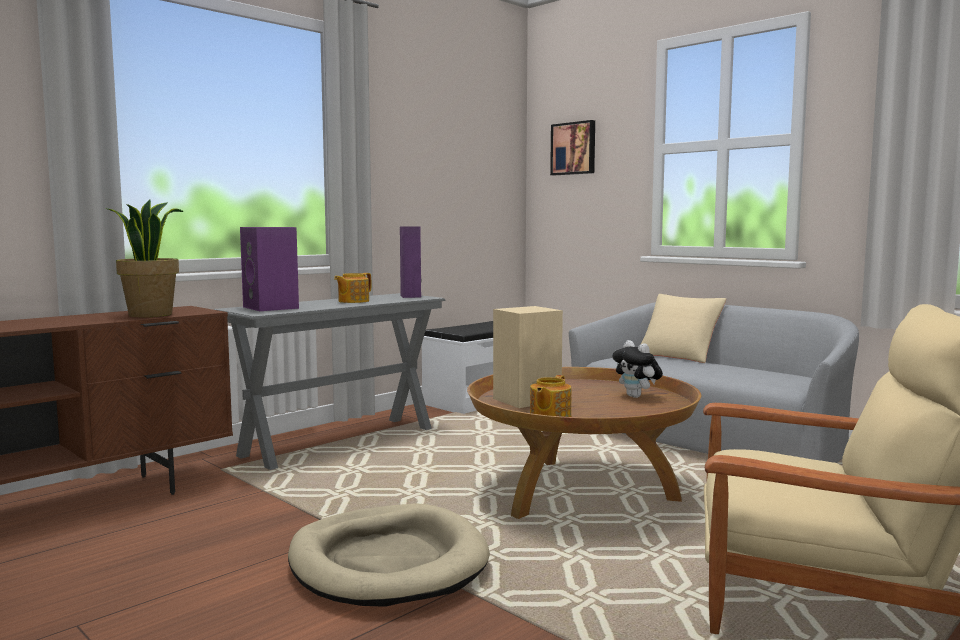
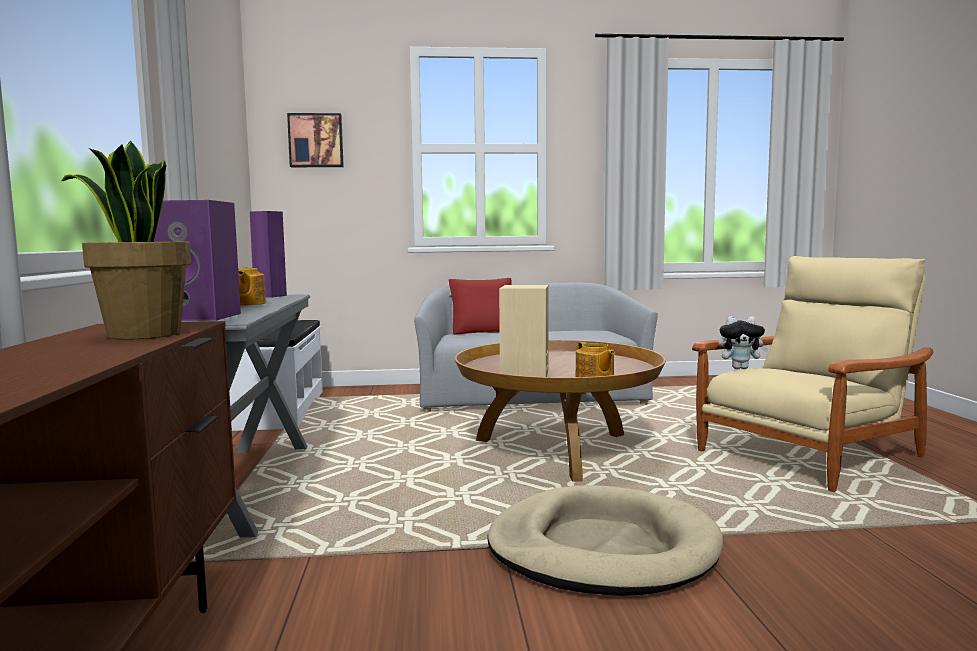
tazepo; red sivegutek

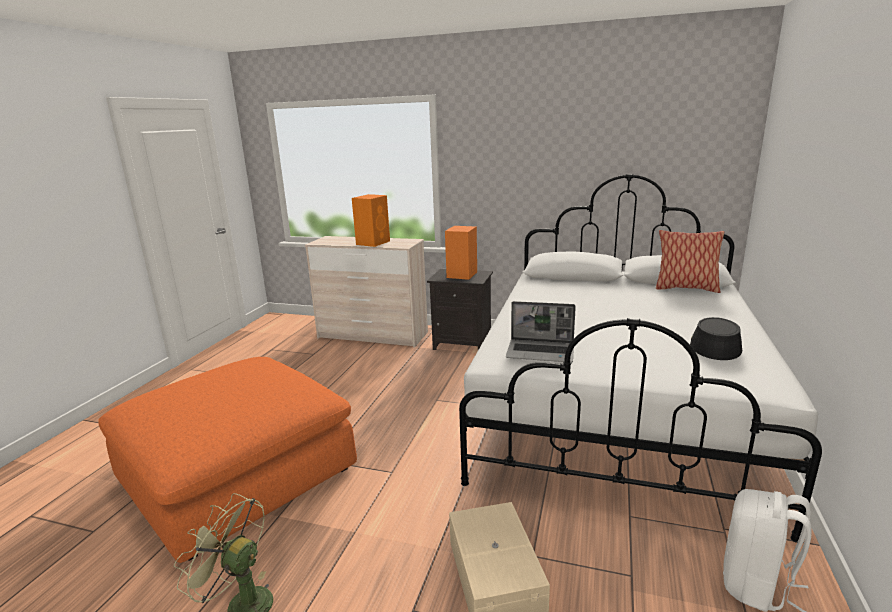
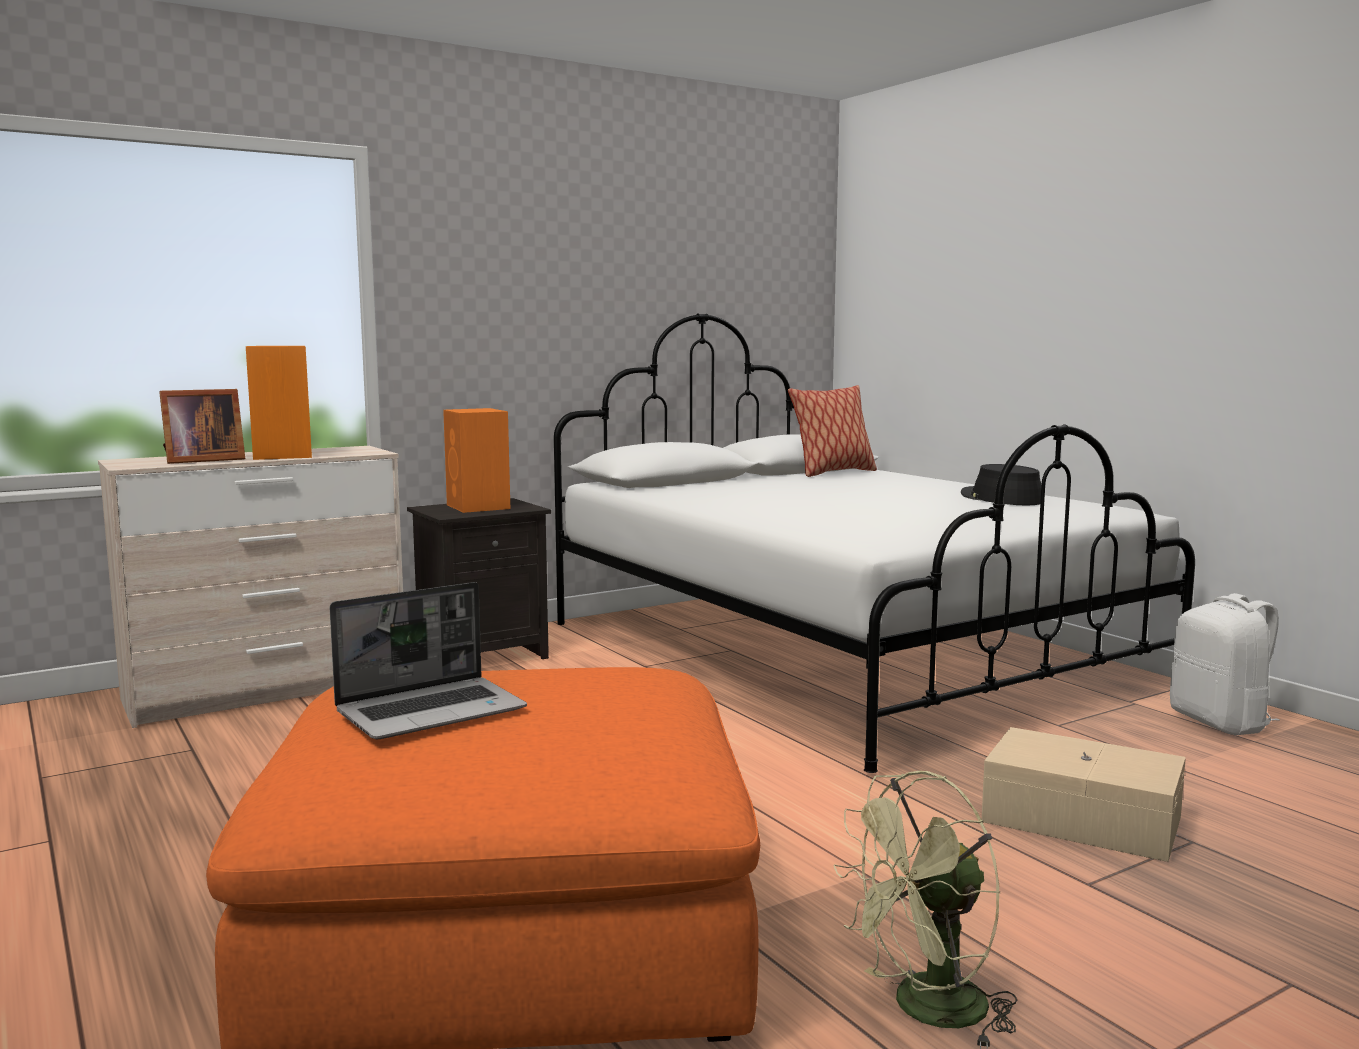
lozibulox; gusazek

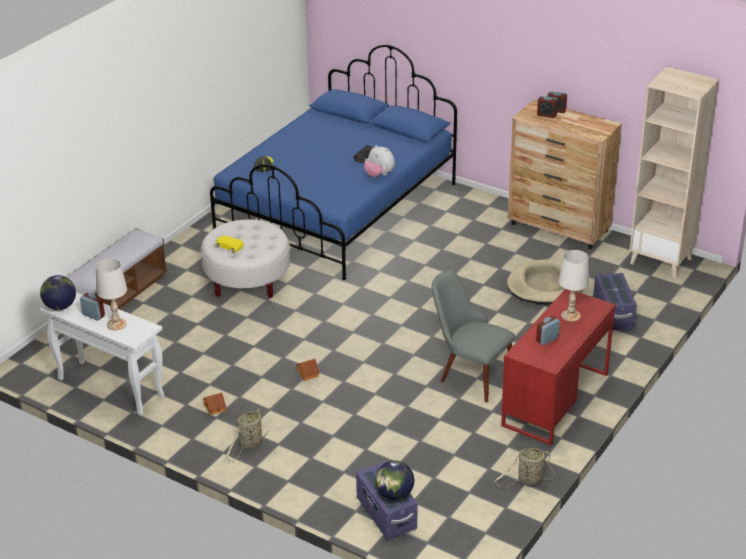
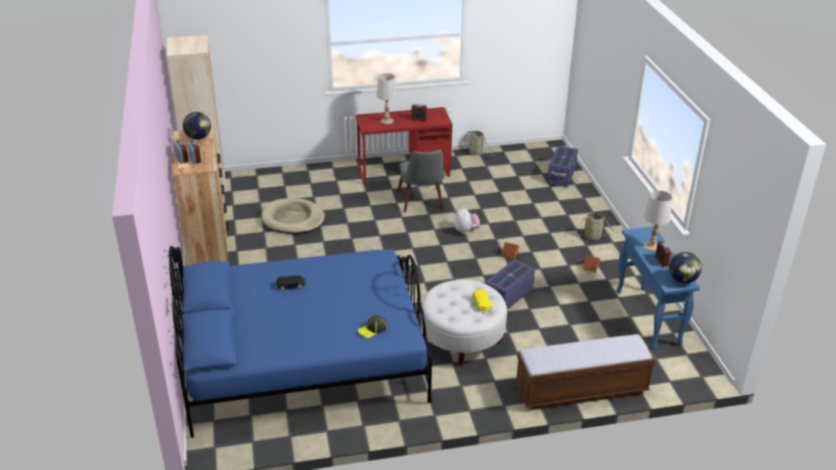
tazepo; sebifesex (1st from left); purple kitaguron (1st from left); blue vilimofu

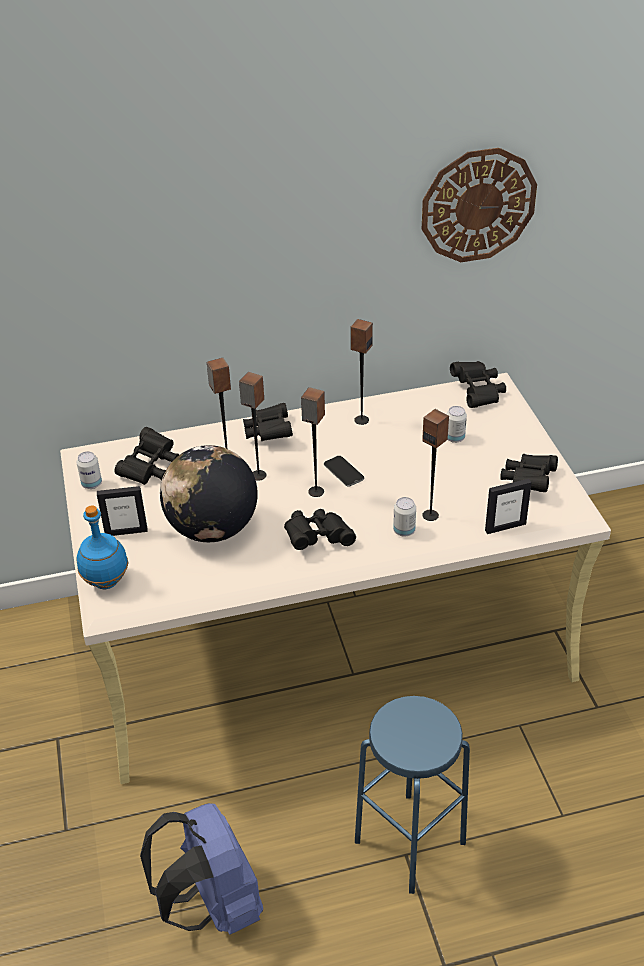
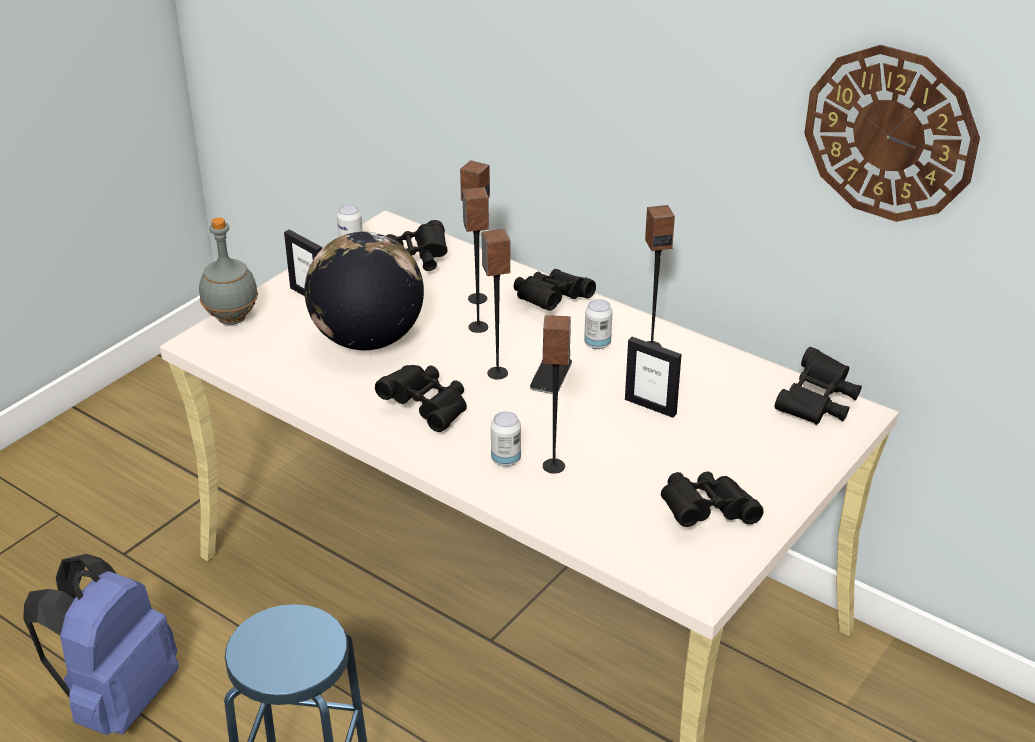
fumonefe (3rd from left); lozibulox (2nd from left); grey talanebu

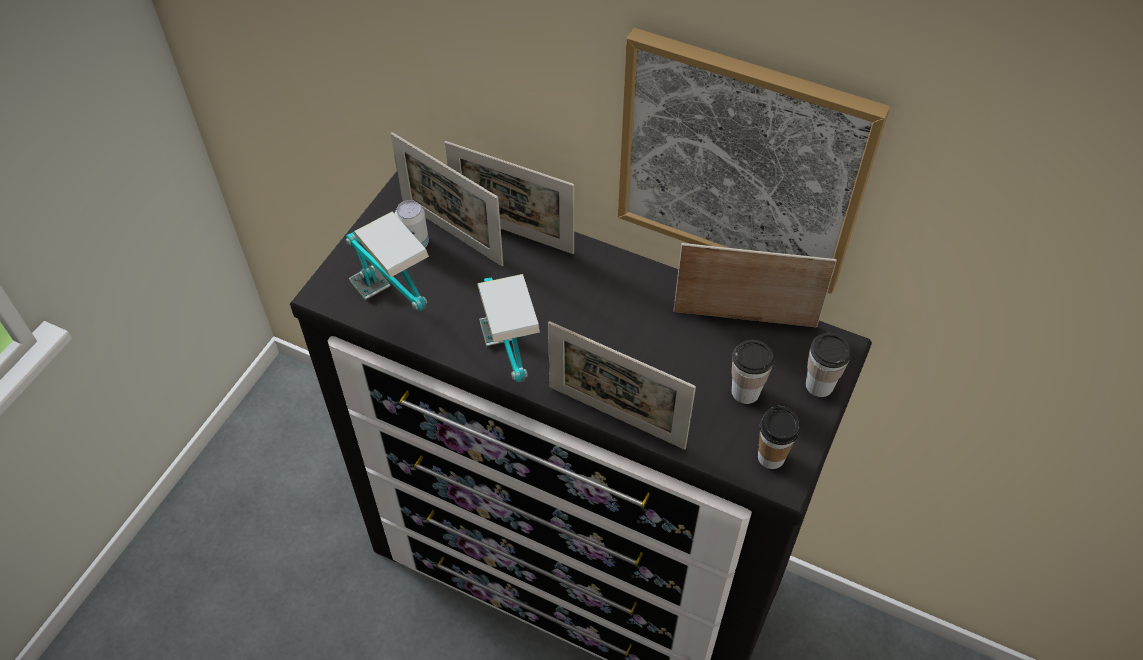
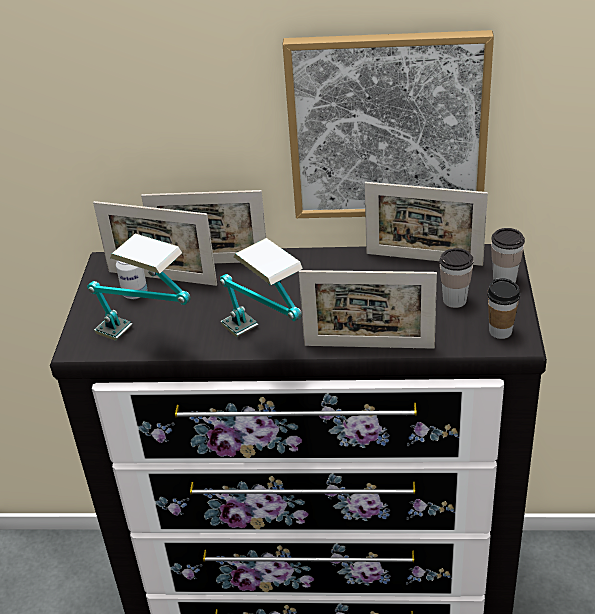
lozibulox (4th from left)

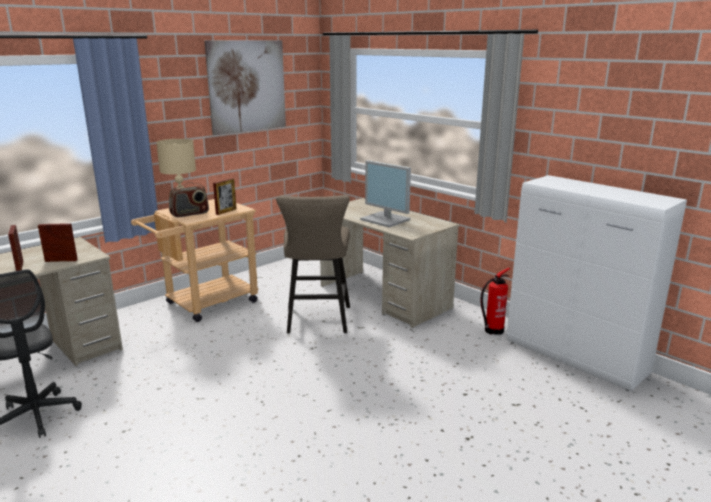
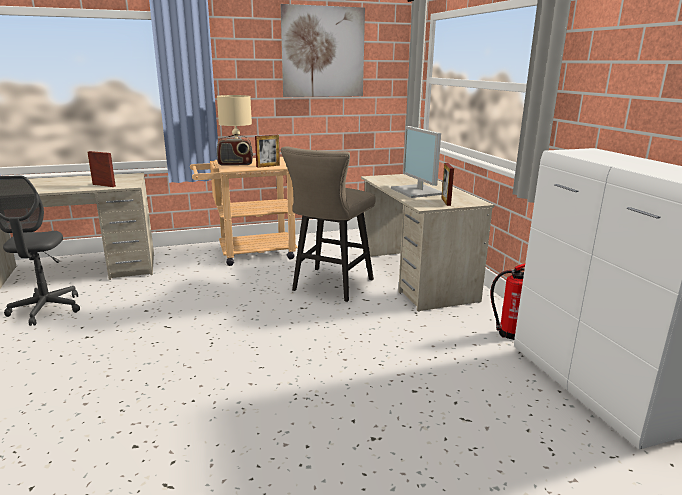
lozibulox (3rd from left)

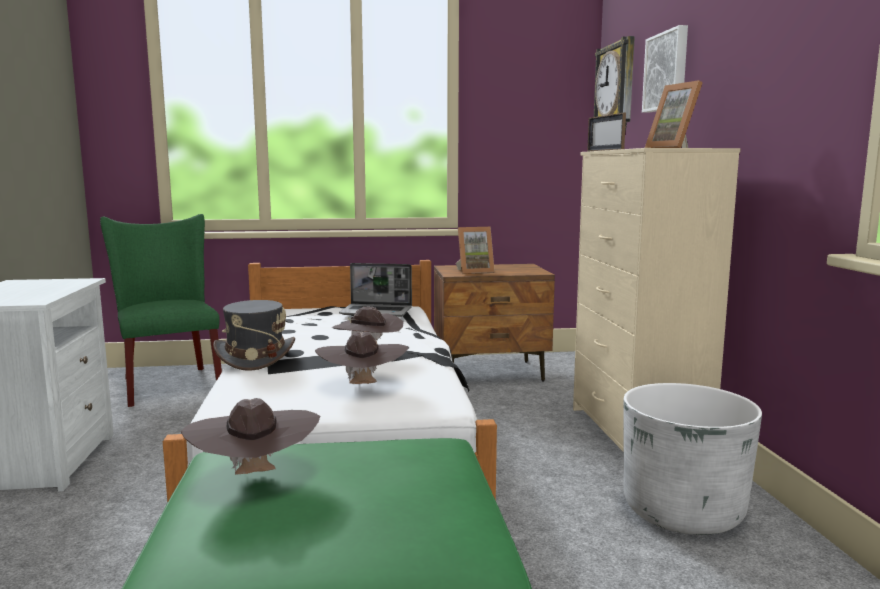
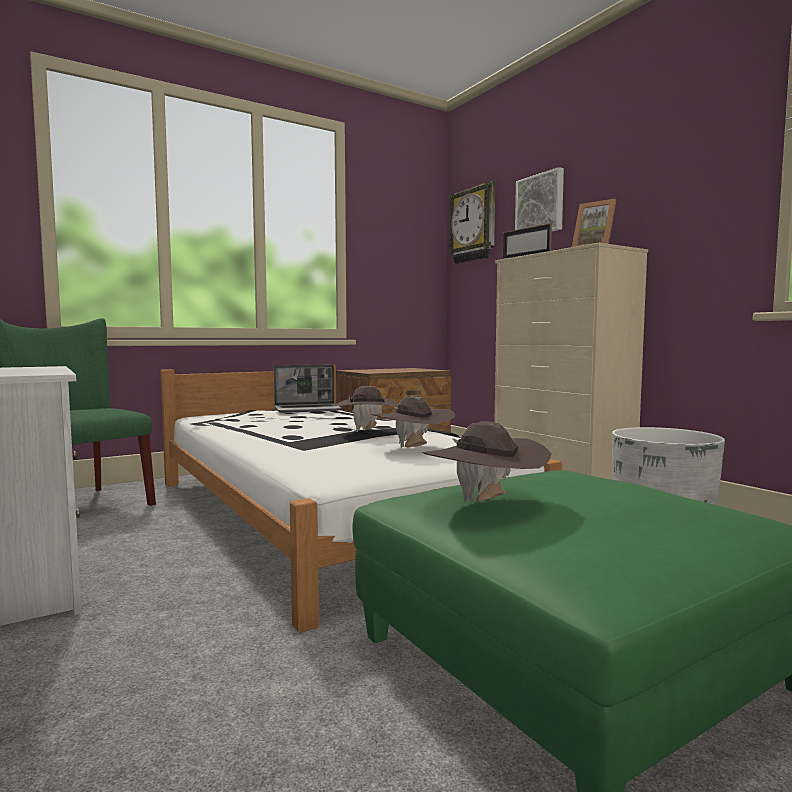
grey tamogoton; lozibulox (1st from left in the first image)

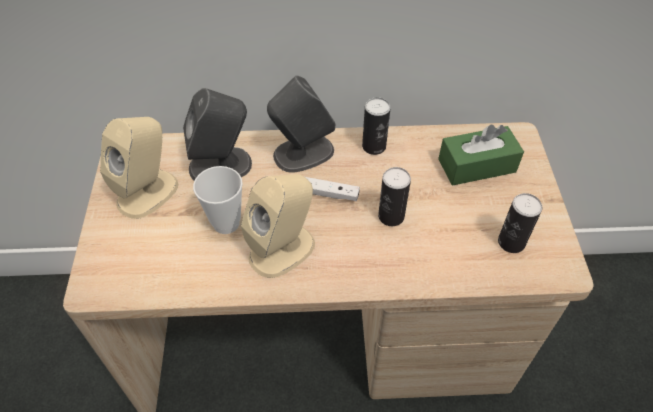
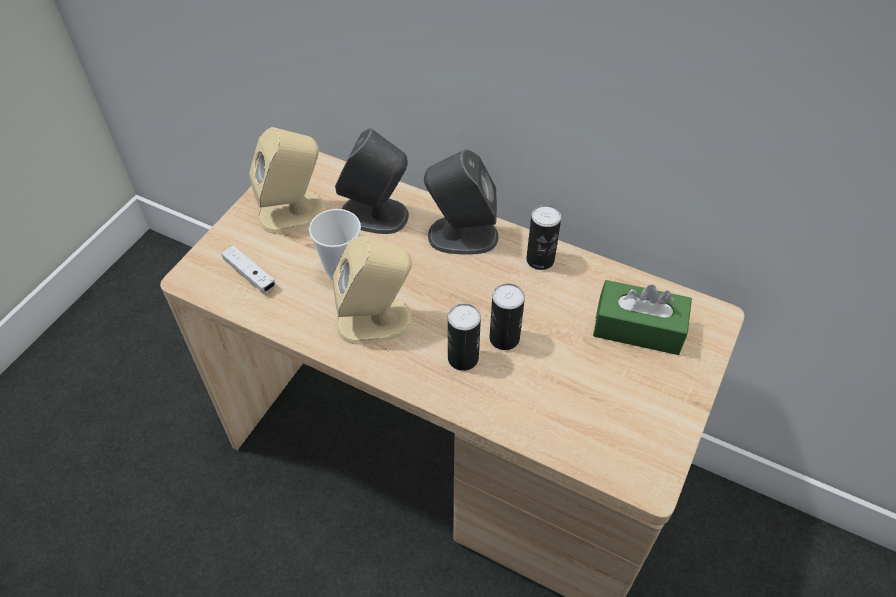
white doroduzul; fumonefe (1st from left)

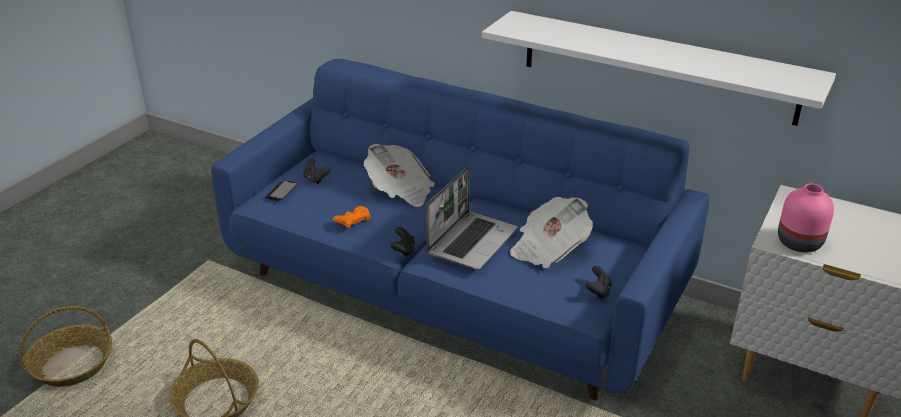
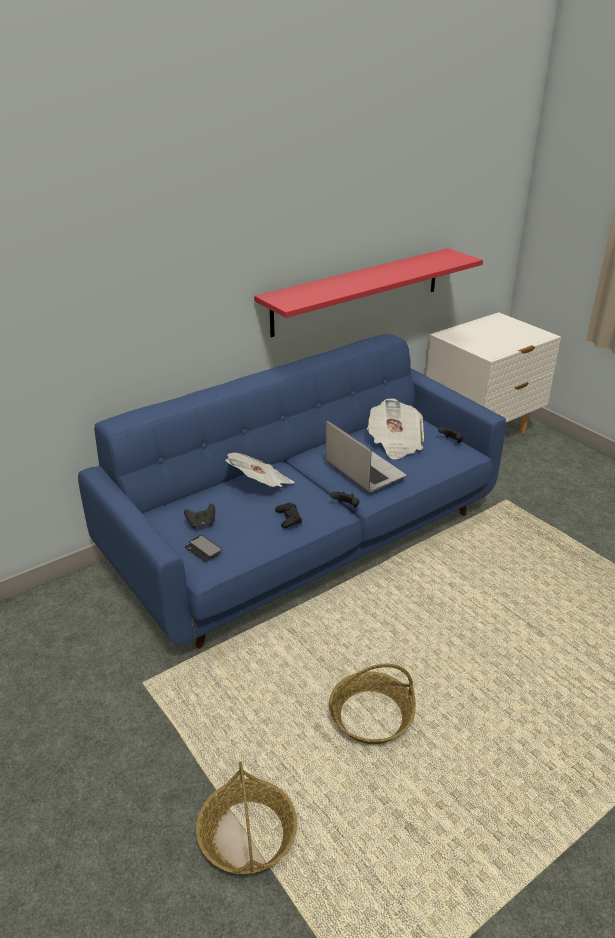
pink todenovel; black doroduzul (2nd from left); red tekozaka

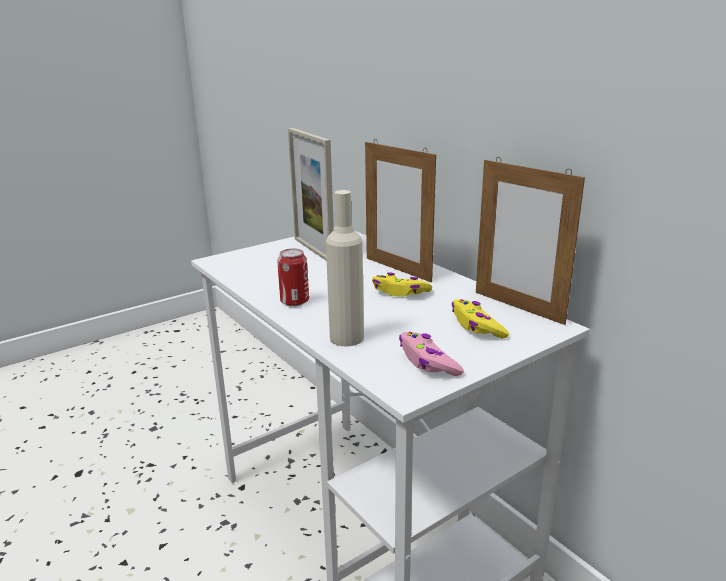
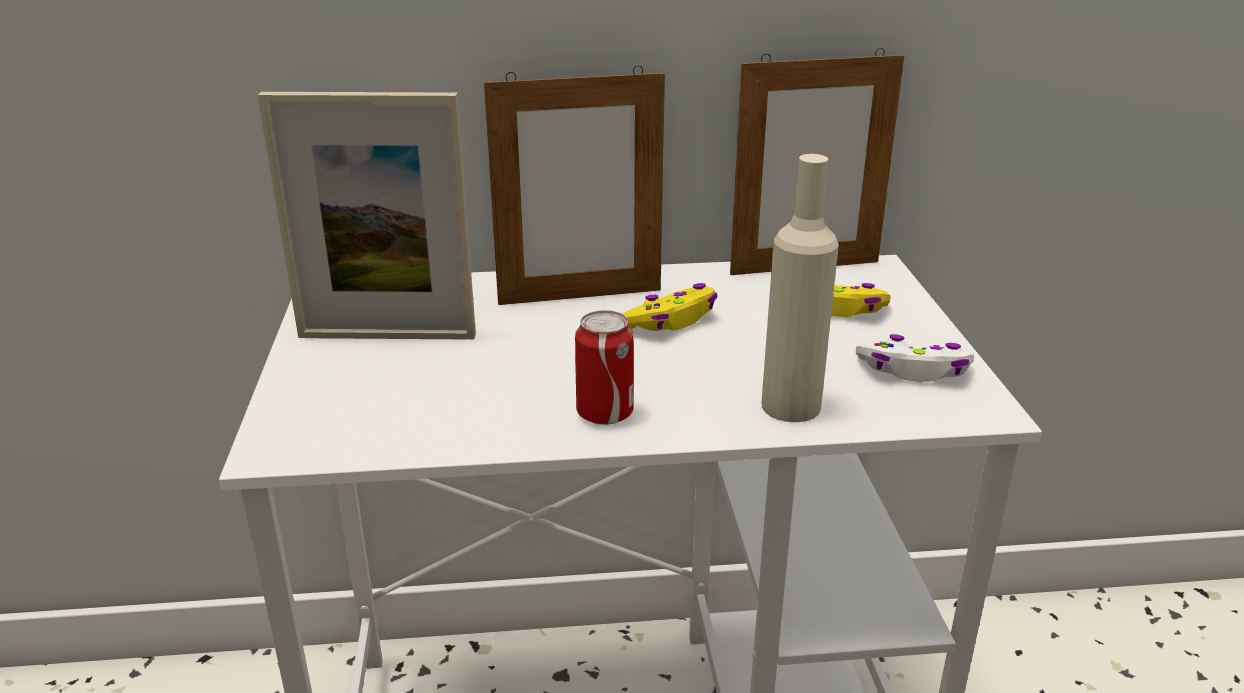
white doroduzul

